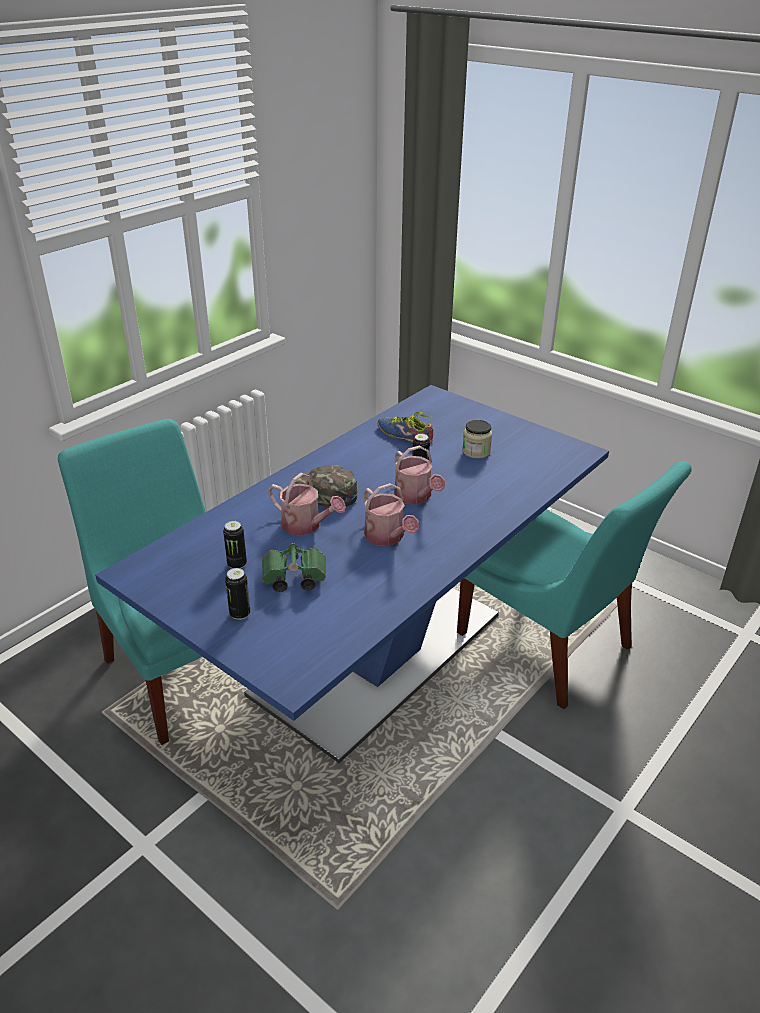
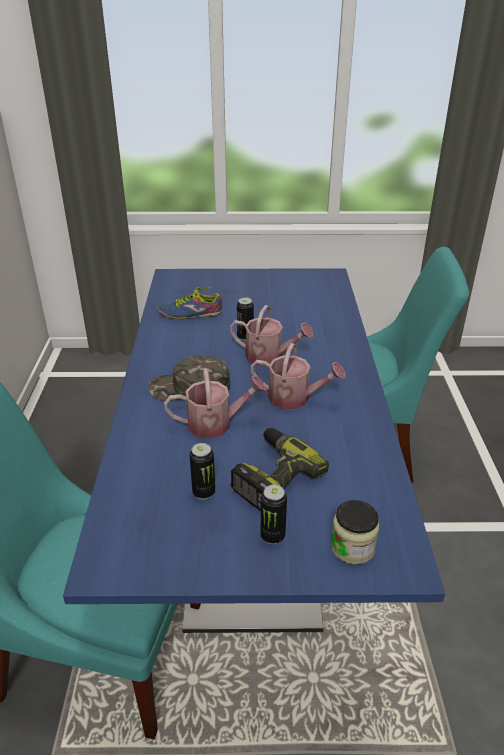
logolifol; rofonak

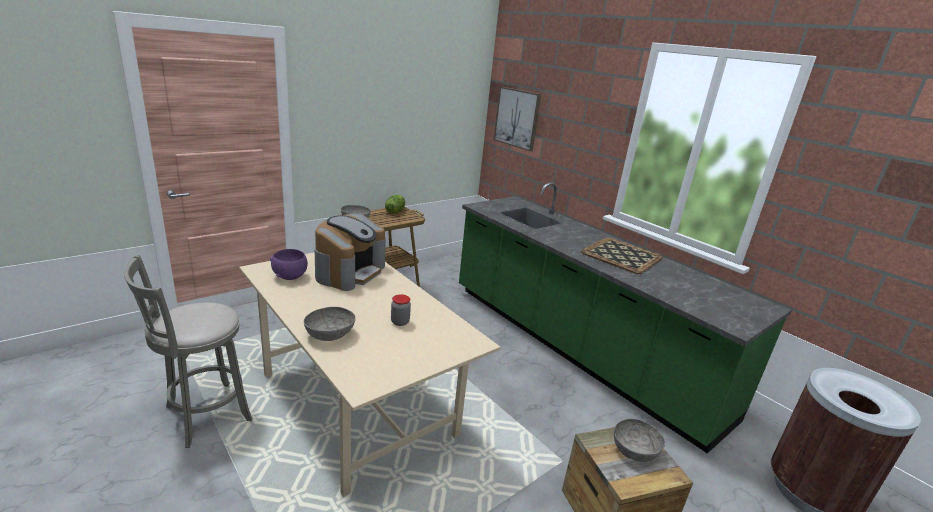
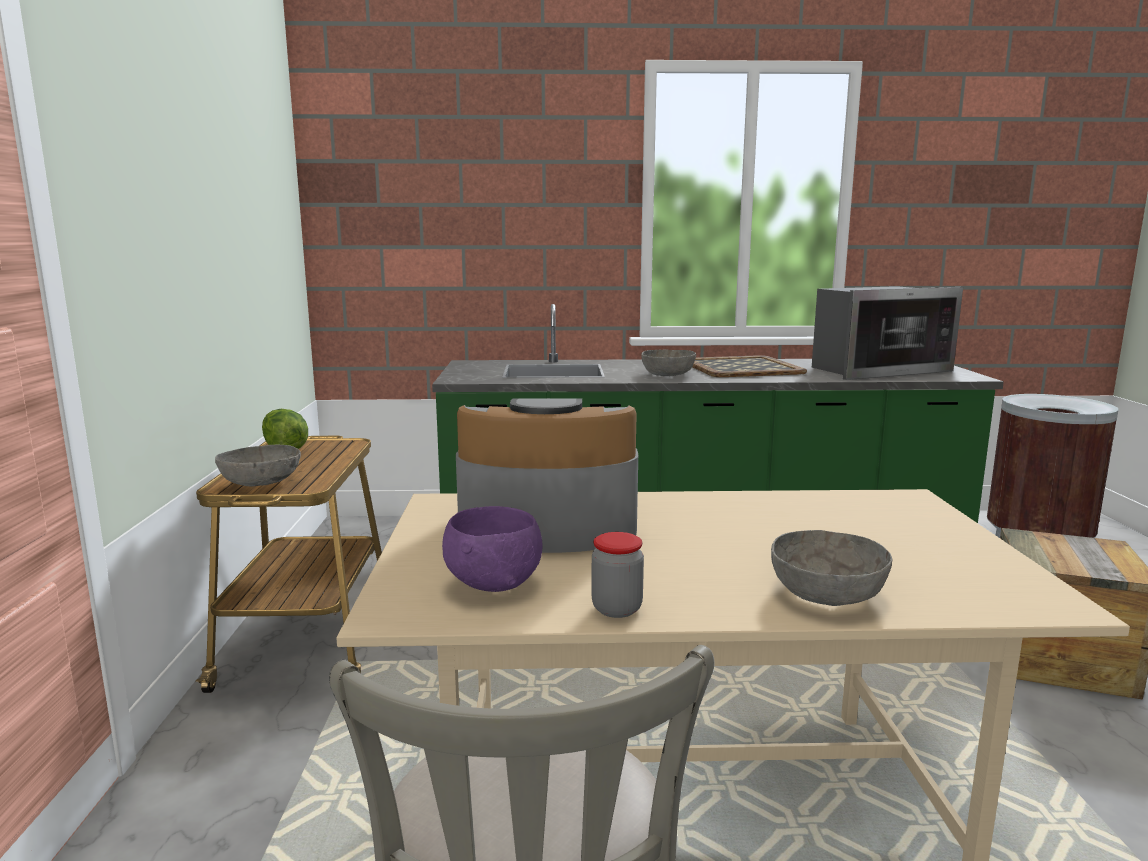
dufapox; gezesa; logolifol; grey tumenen (2nd from left); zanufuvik

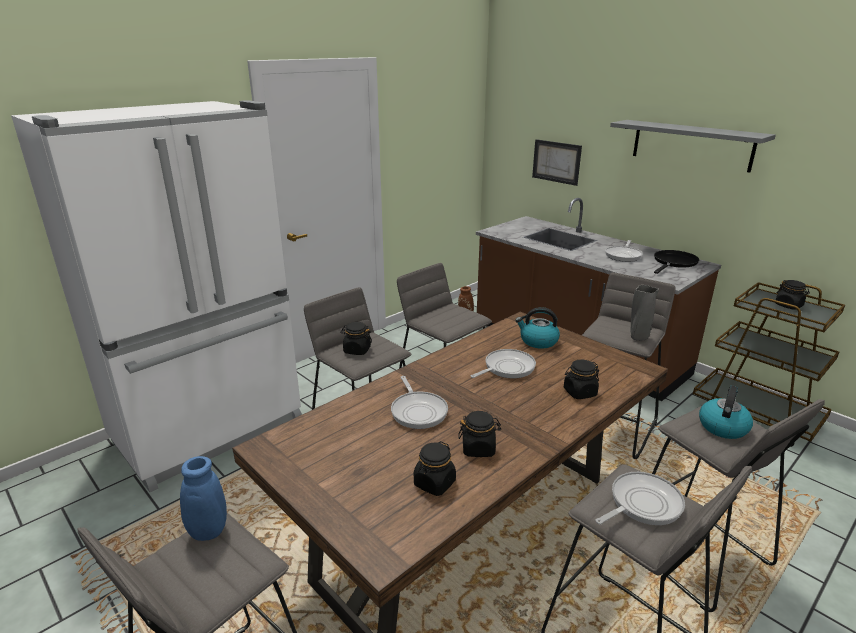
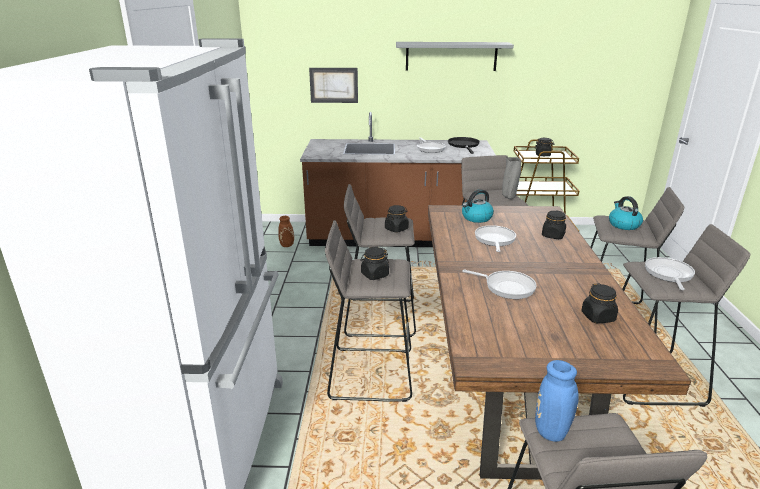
black logolifol (2nd from left)

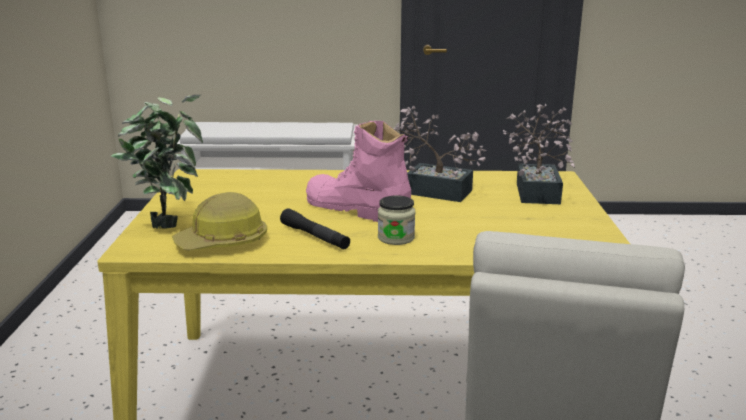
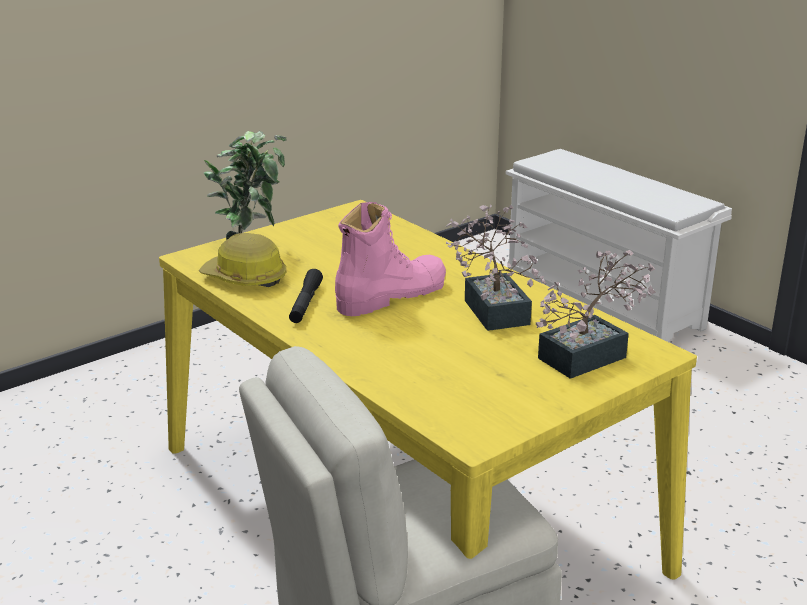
logolifol; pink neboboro

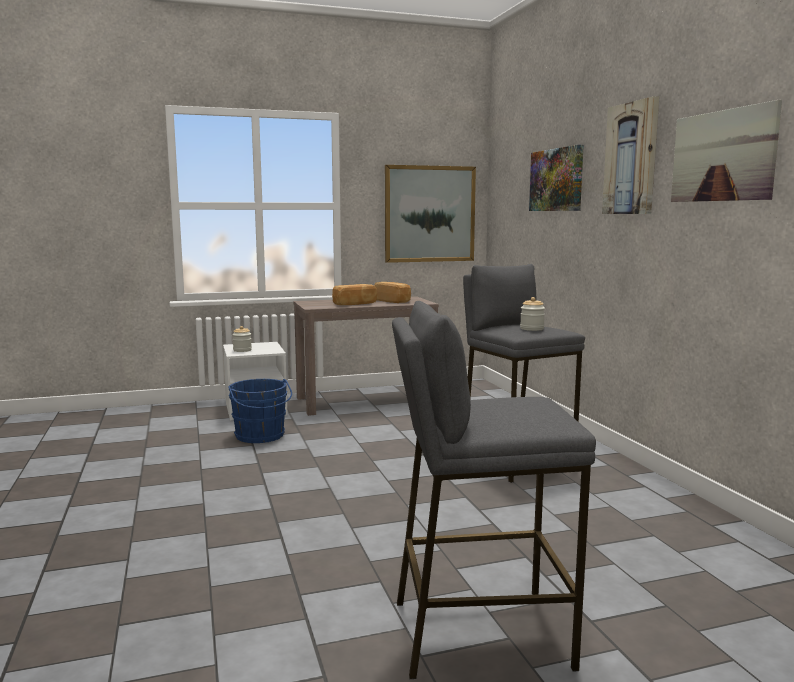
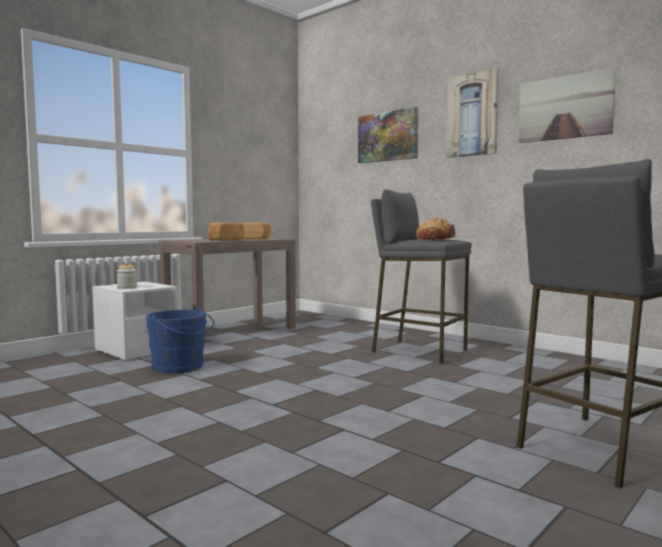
dufapox (1st from left in the first image); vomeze (3rd from left)

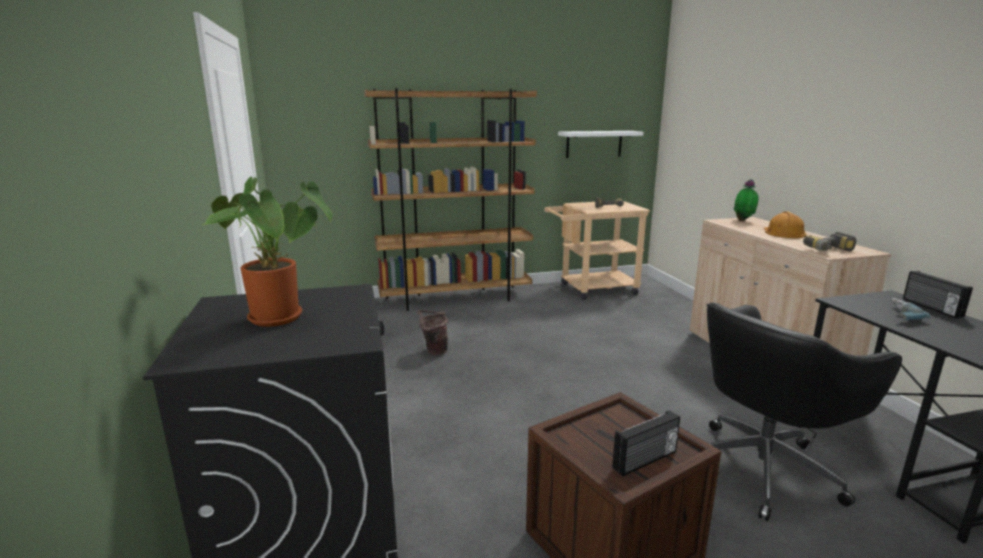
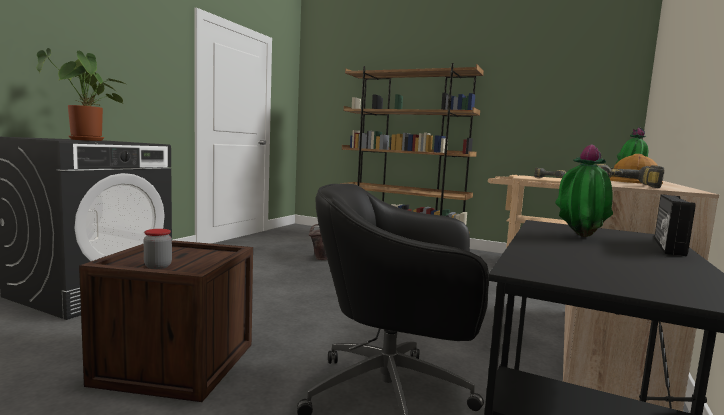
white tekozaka; logolifol; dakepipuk (2nd from left)

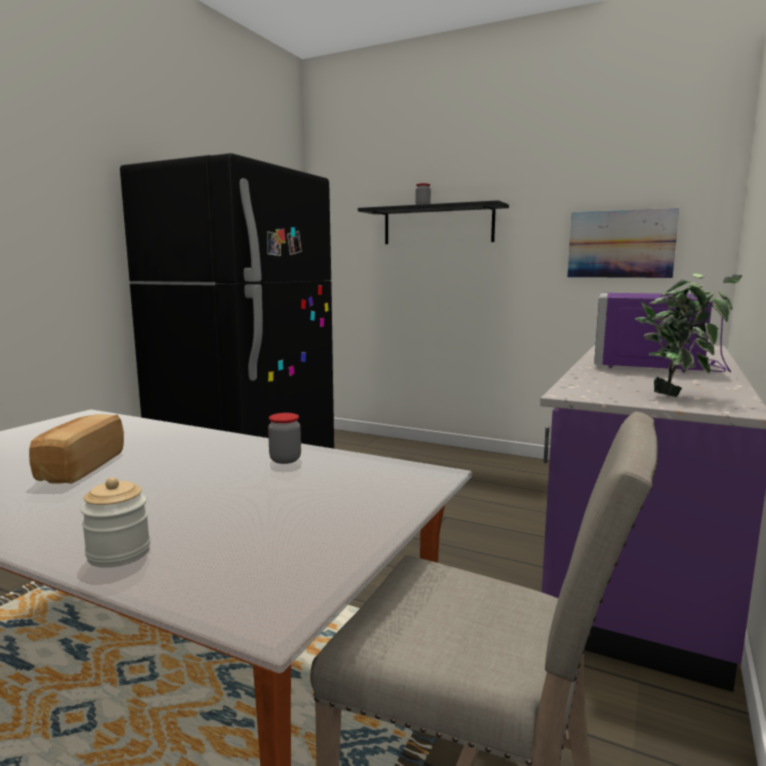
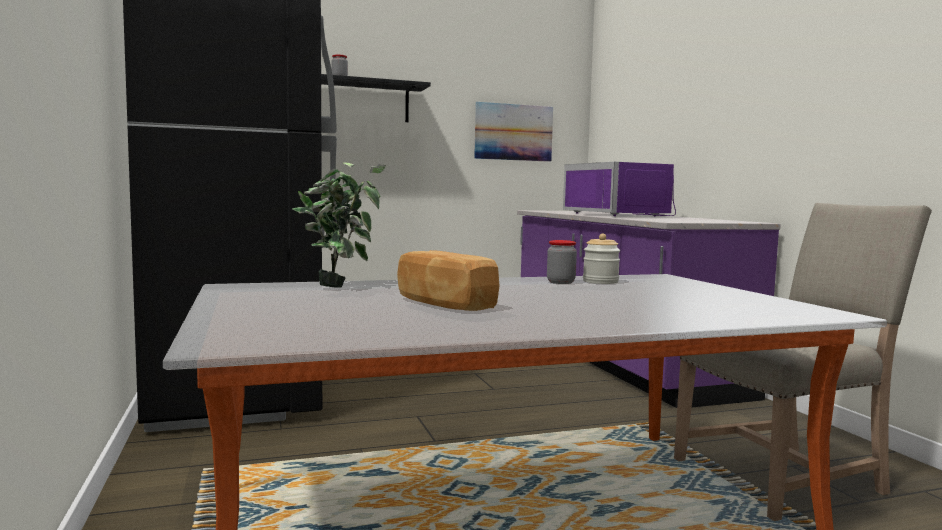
logolifol (3rd from left); dakepipuk

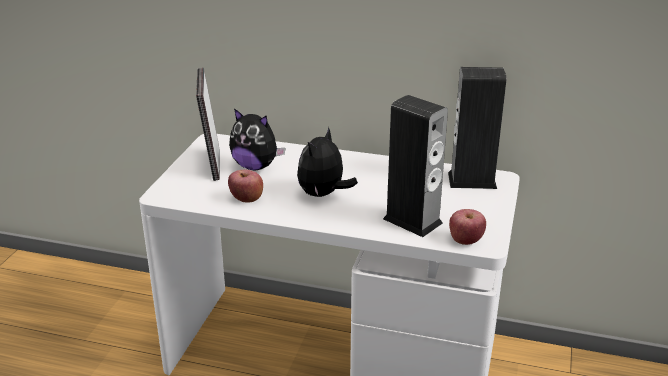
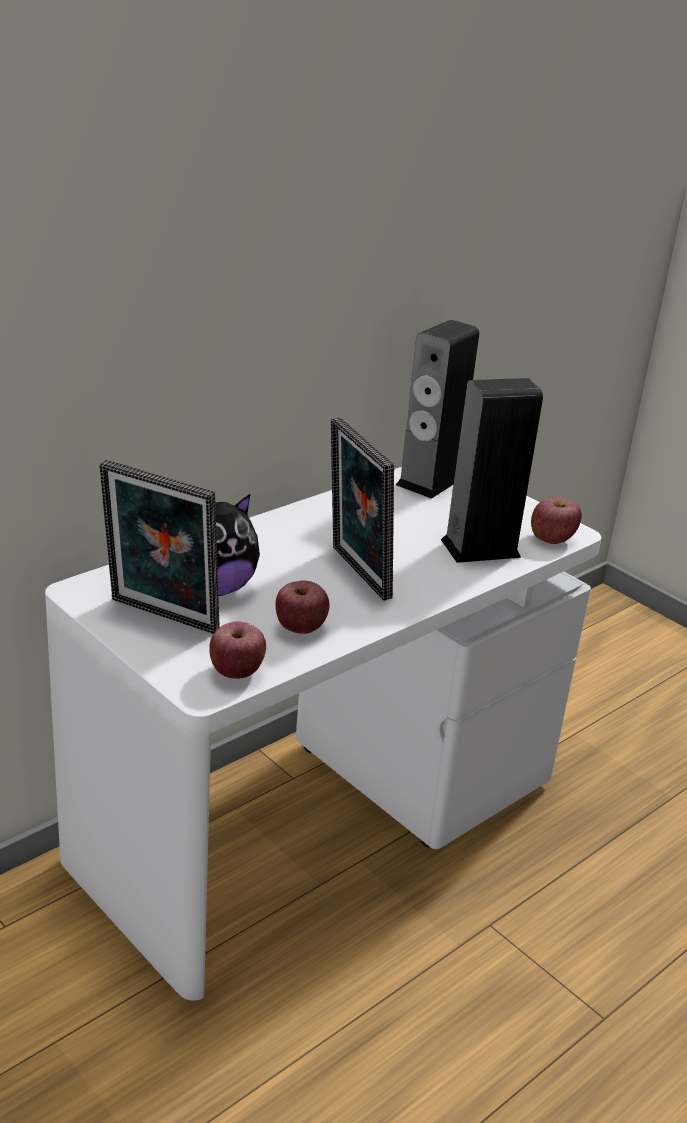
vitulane (1st from left); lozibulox (2nd from left)

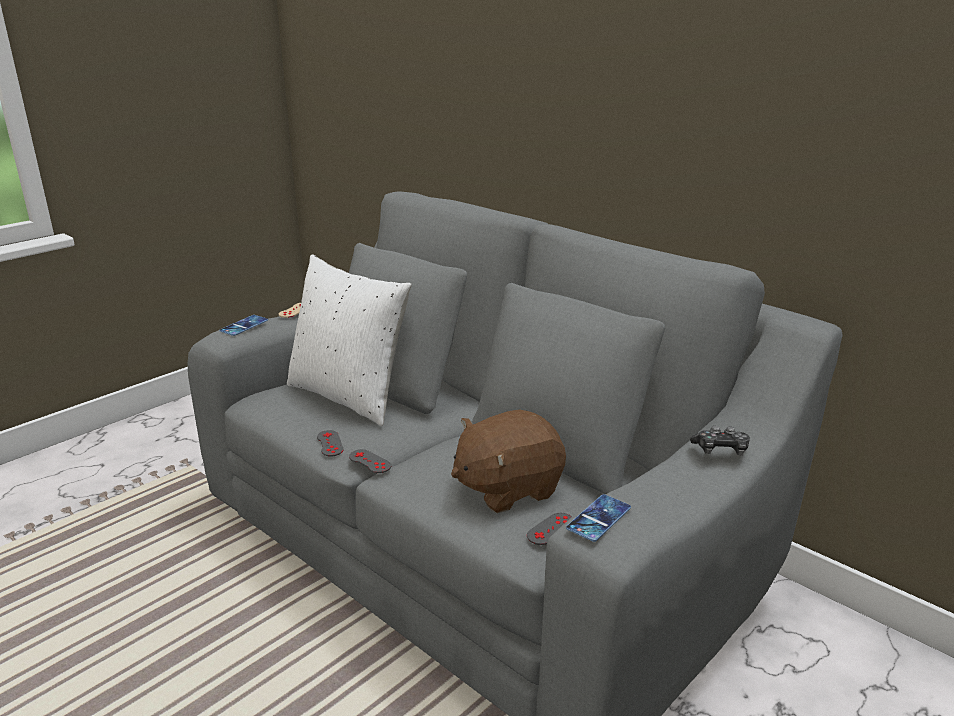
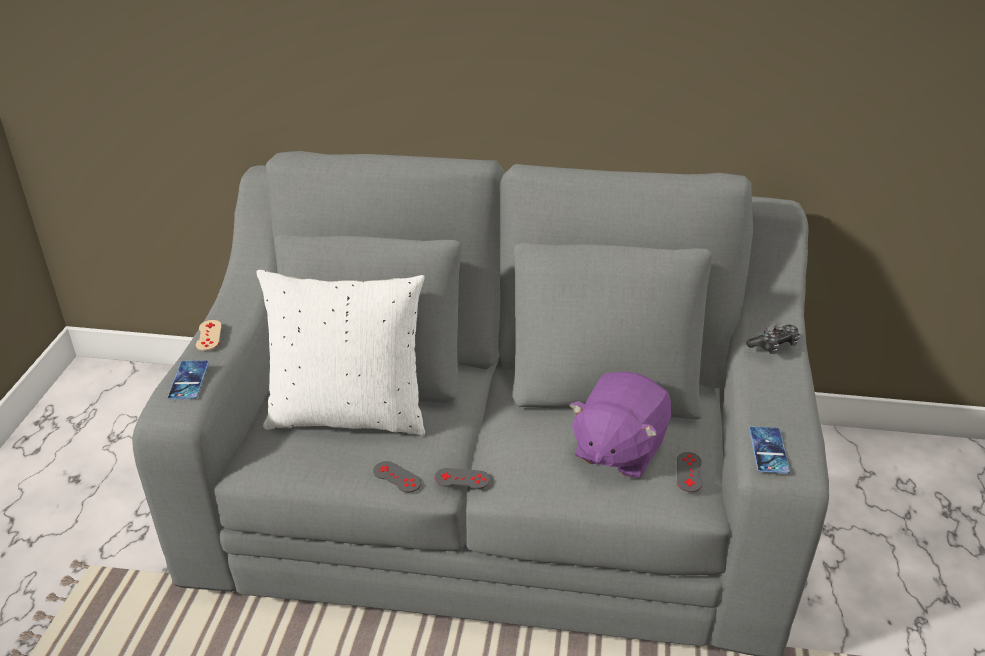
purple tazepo

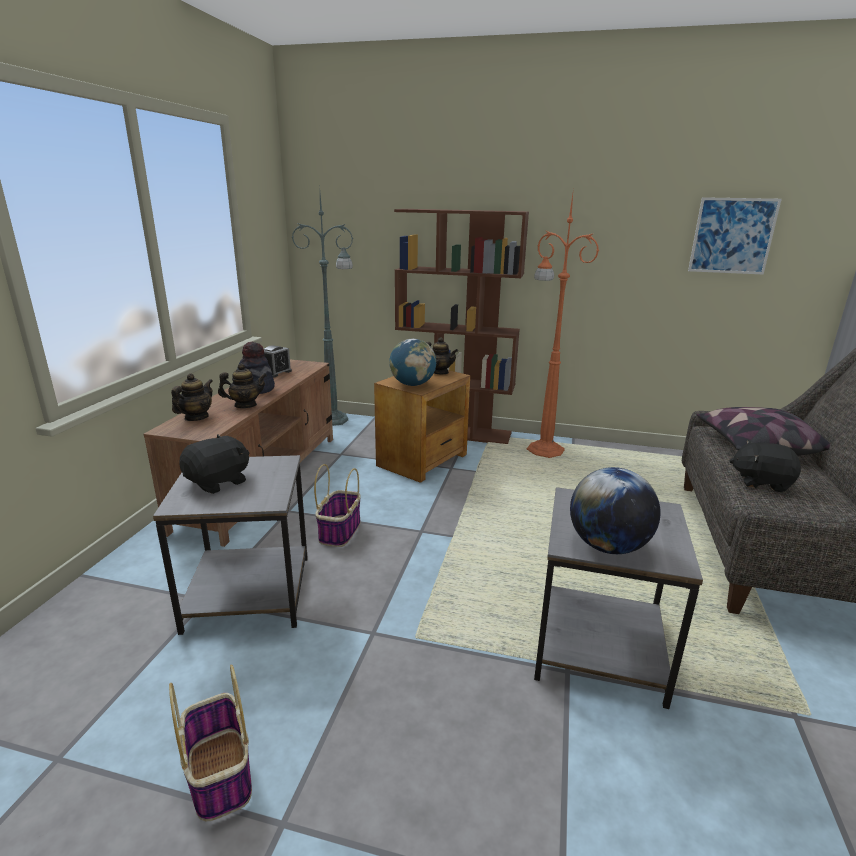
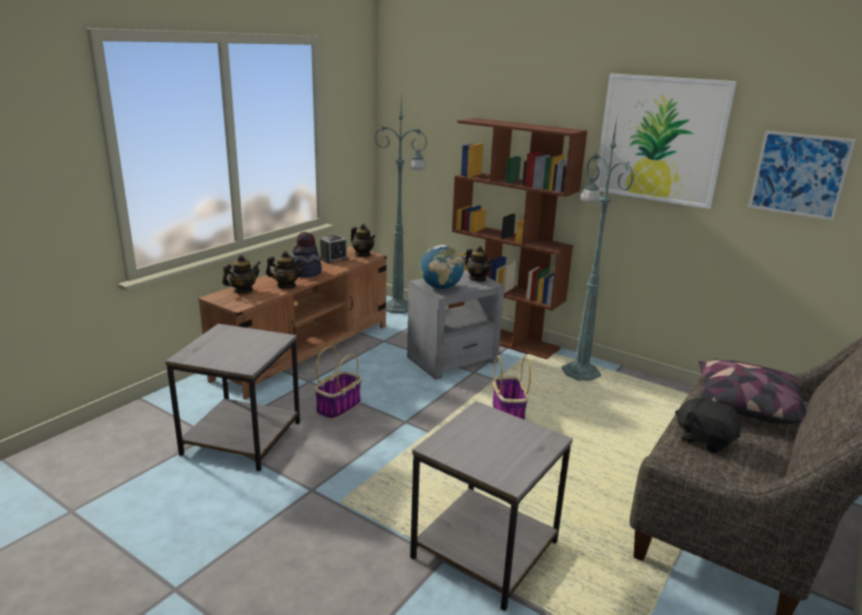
black tazepo (1st from left in the first image); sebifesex (2nd from left in the first image); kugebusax (3rd from left); dufapox (1st from left); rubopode (2nd from left); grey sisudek (2nd from left); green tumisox (2nd from left)

